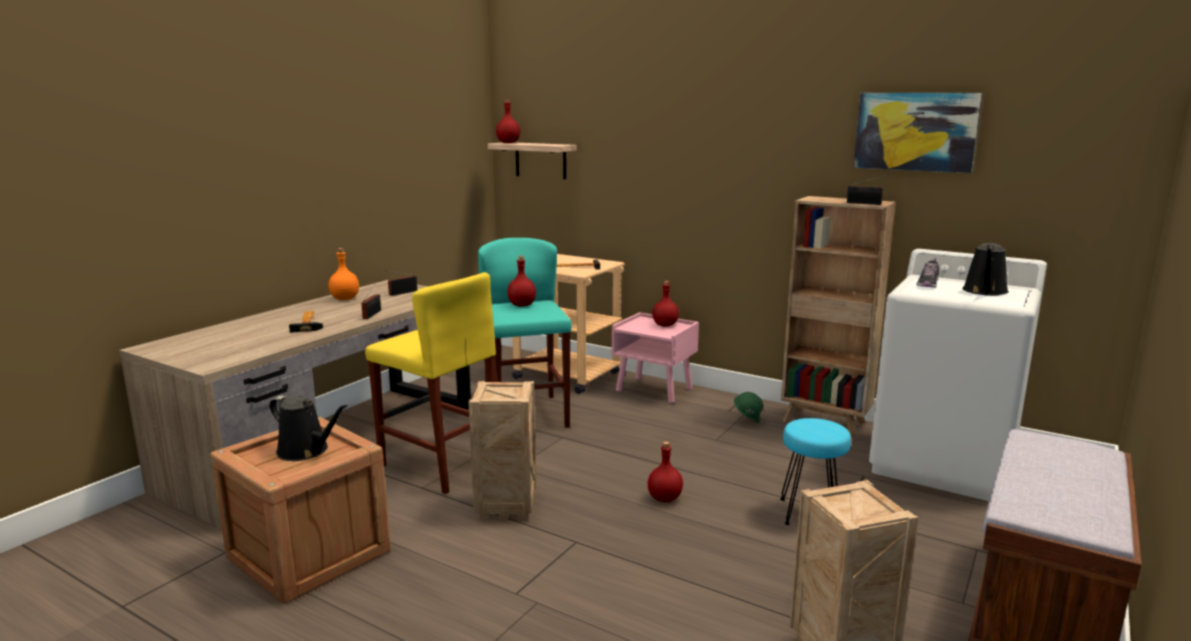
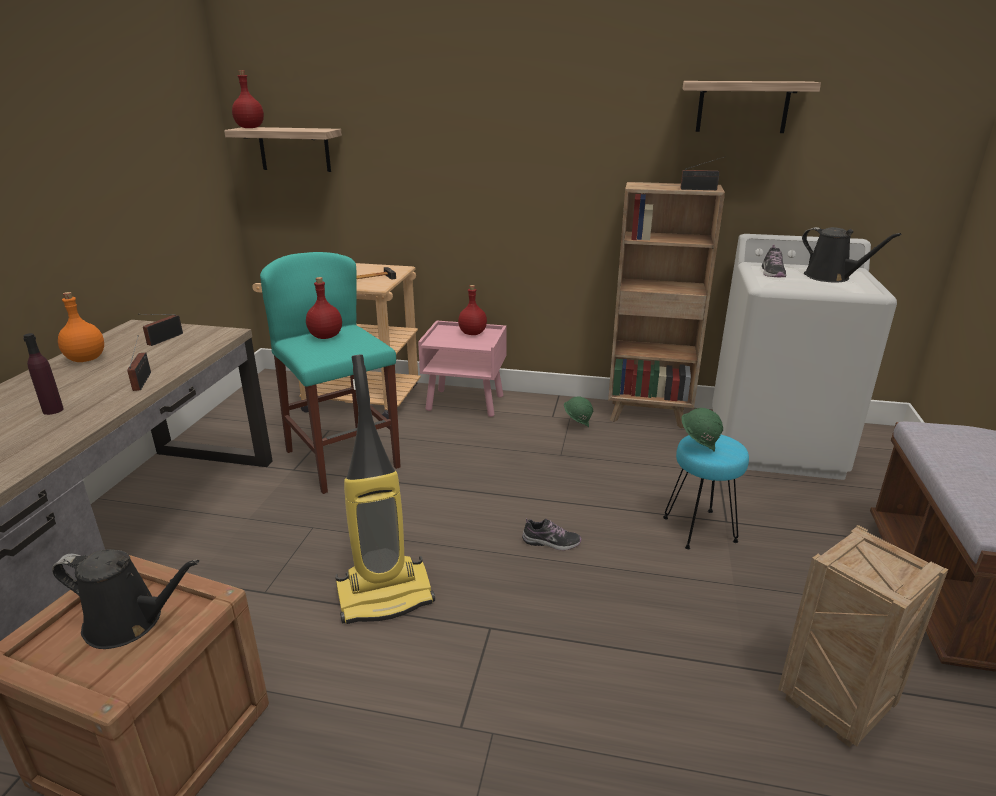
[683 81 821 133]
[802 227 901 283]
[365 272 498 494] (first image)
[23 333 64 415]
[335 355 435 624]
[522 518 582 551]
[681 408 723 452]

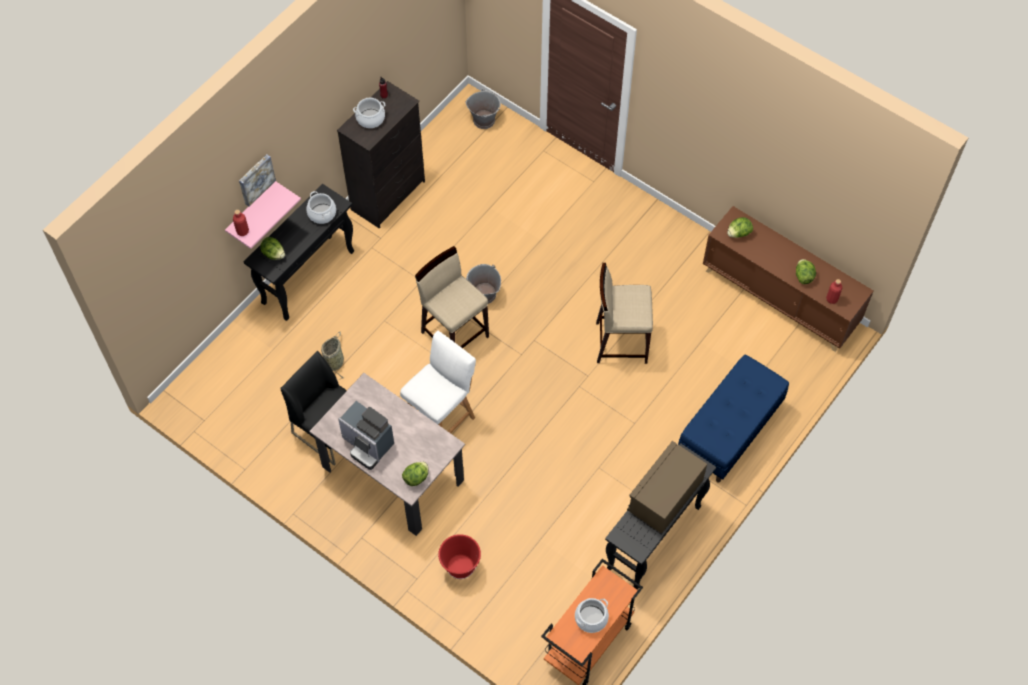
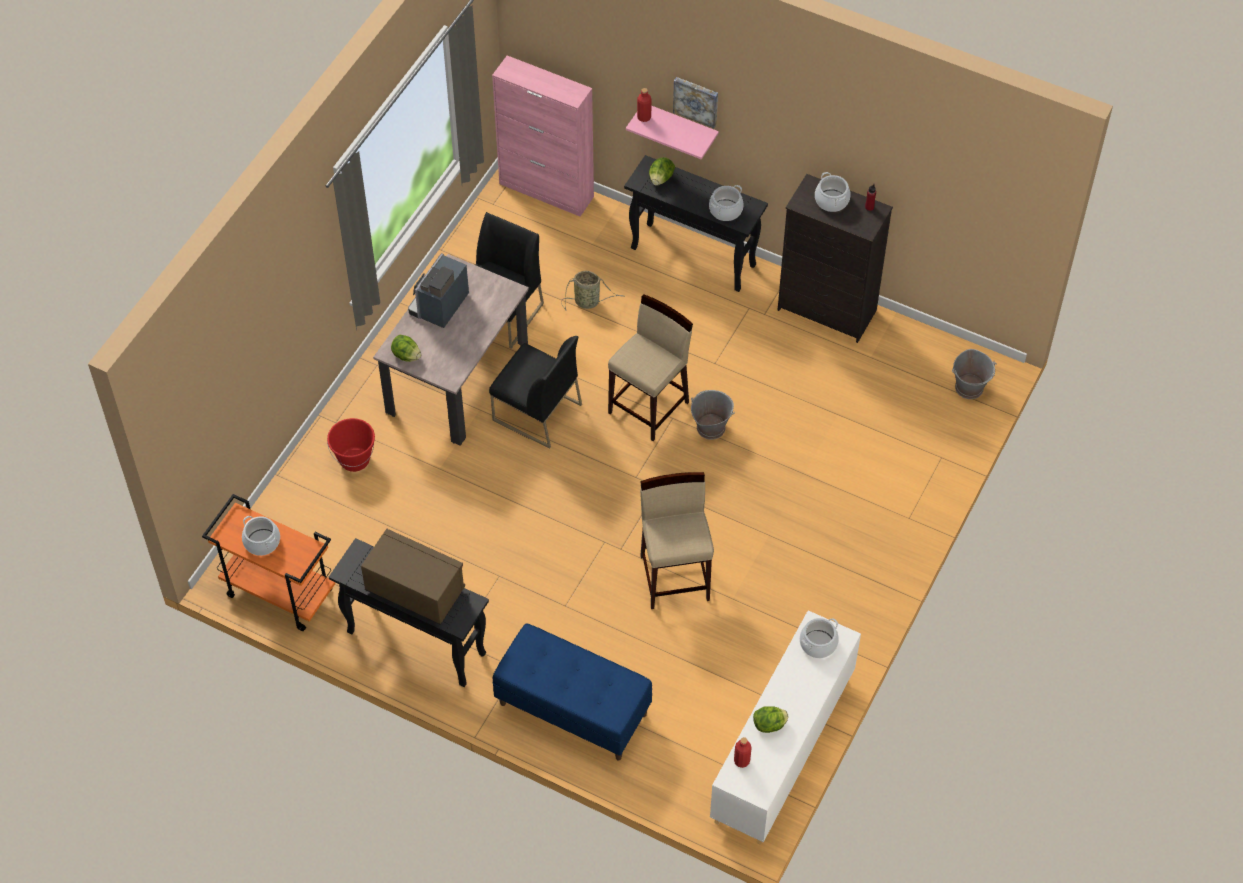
[710 610 861 845]
[800 618 839 658]
[489 336 582 449]
[492 55 594 216]

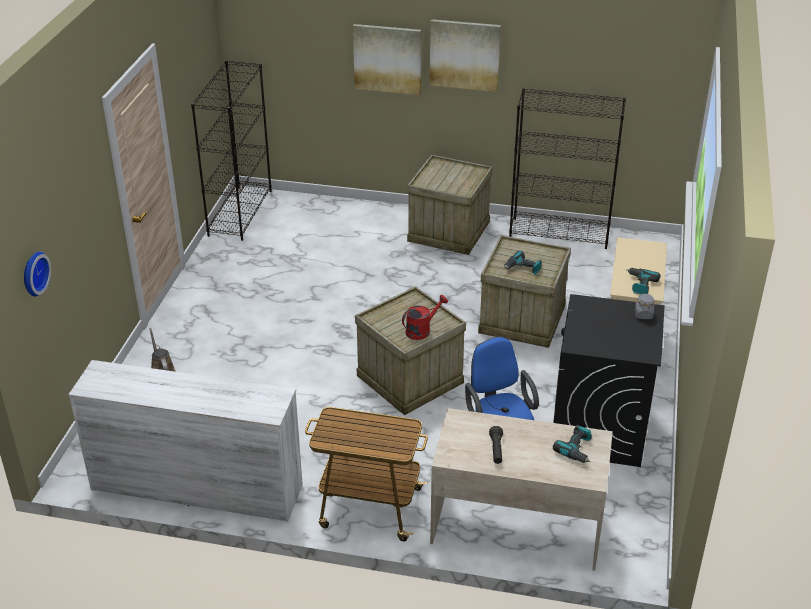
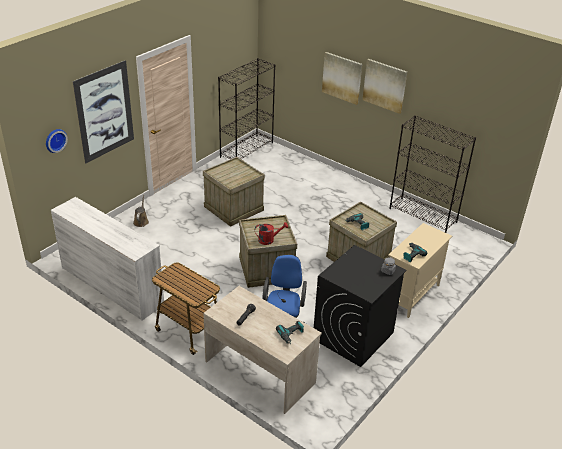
[203 157 265 227]
[73 60 134 163]

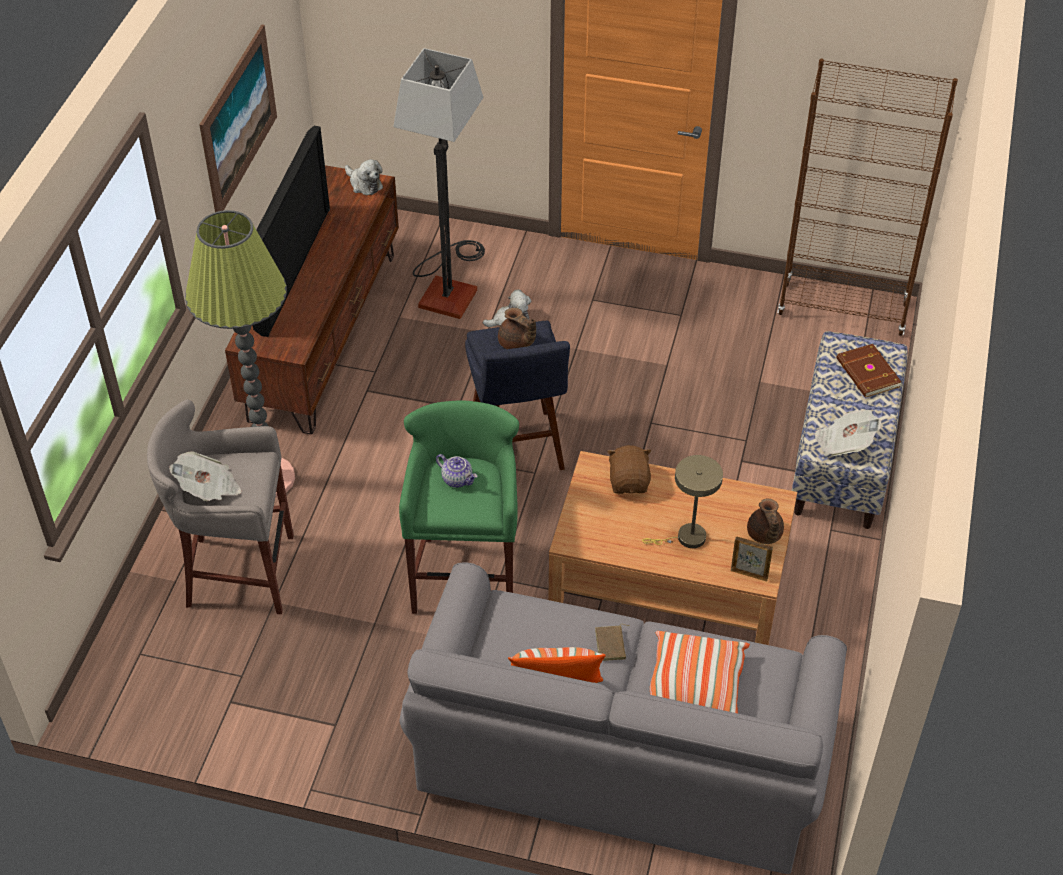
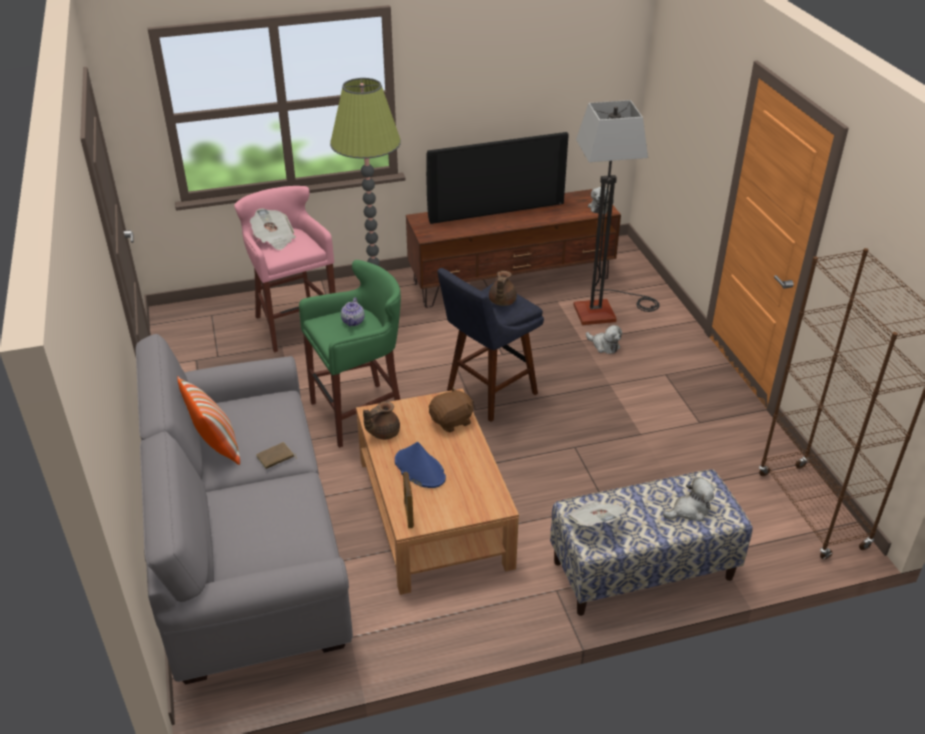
[199 24 277 212] (first image)
[663 477 715 522]
[234 186 336 352]
[395 442 446 488]
[363 401 400 440]
[650 631 750 713] (first image)

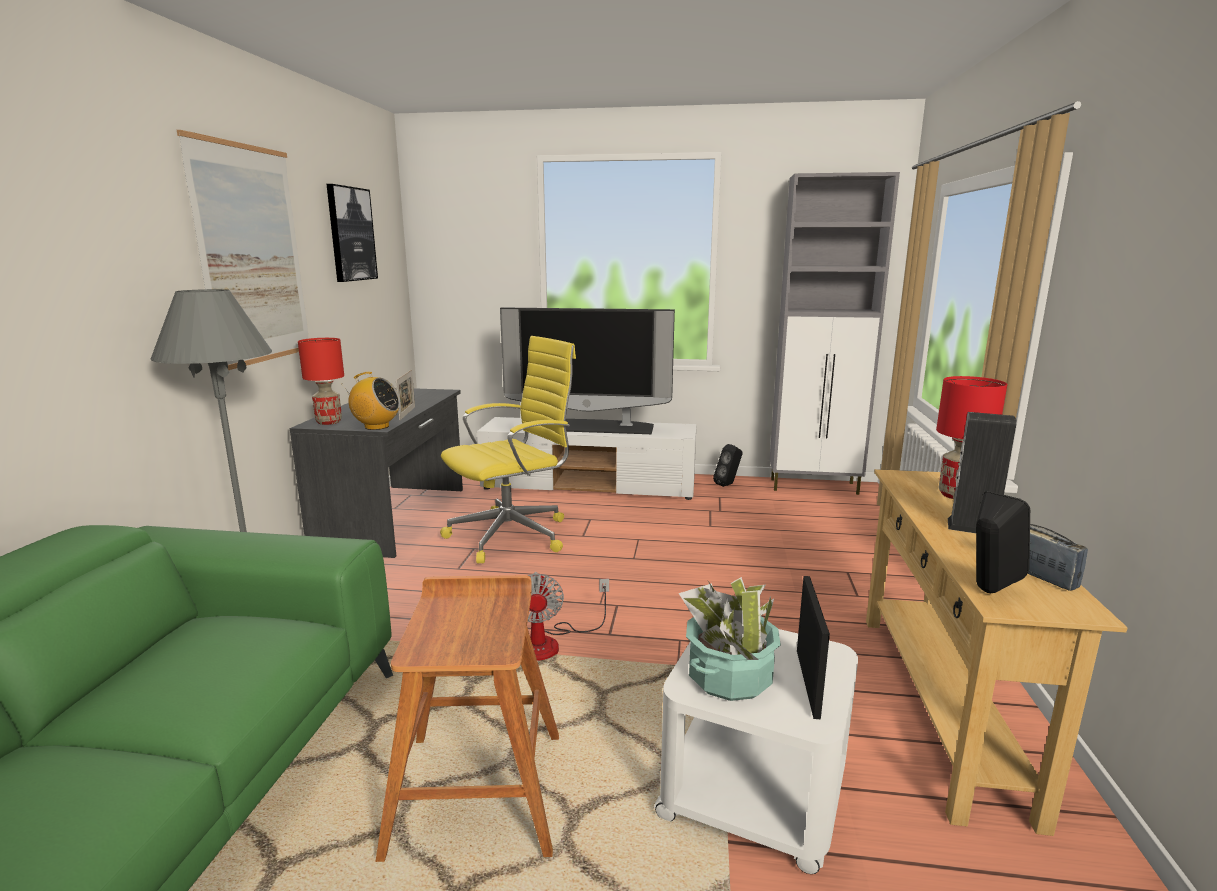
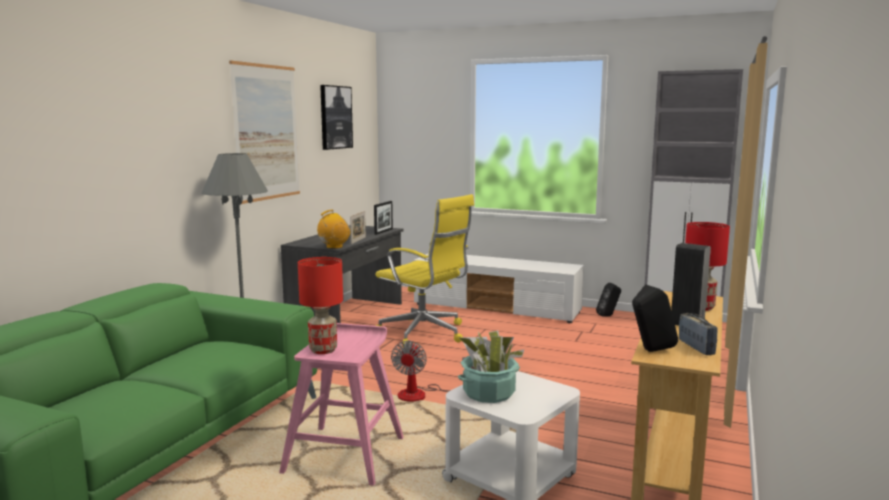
[500 307 675 434] (first image)
[375 194 474 348]
[298 257 343 354]
[317 210 351 249]
[279 323 404 486]
[374 201 393 235]

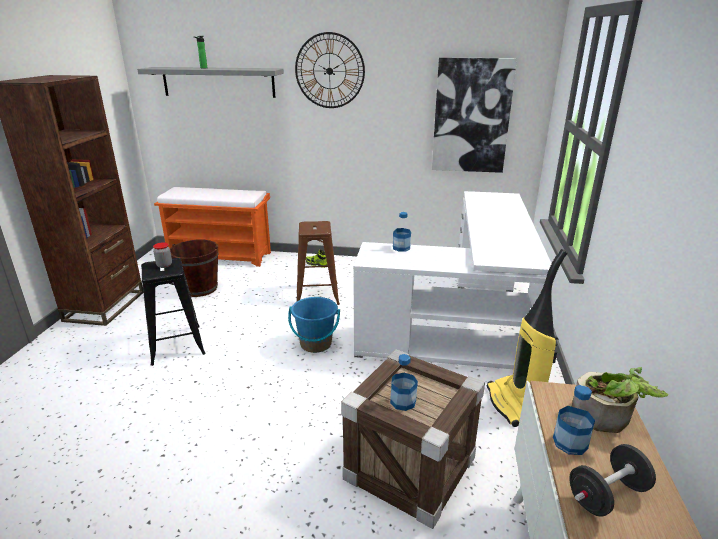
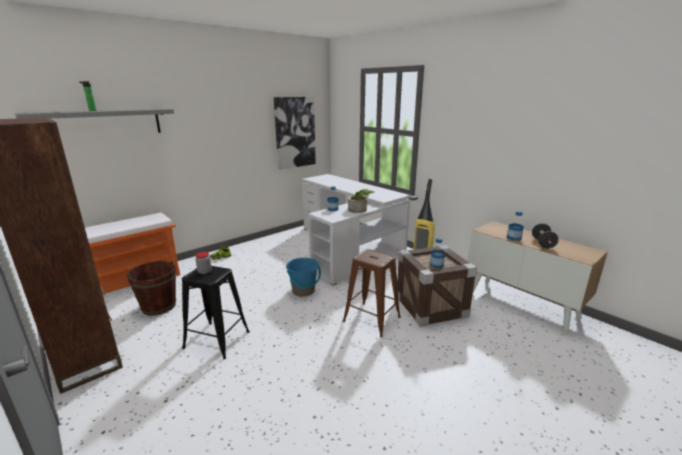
[295 32 365 108] (first image)
[343 249 401 338]
[348 189 374 213]

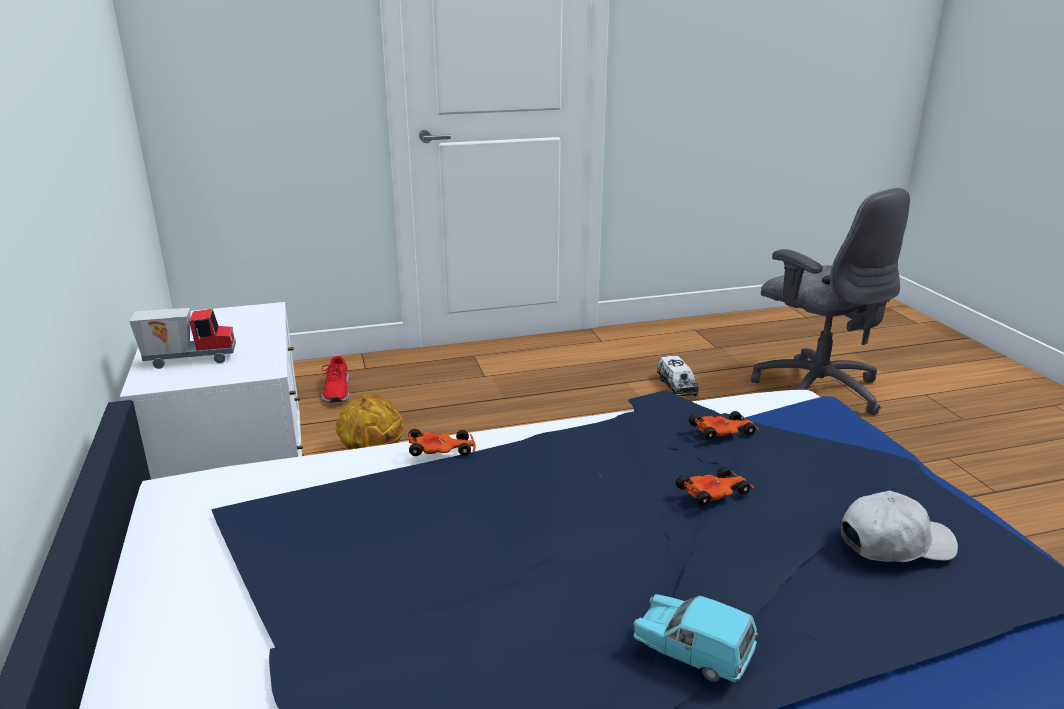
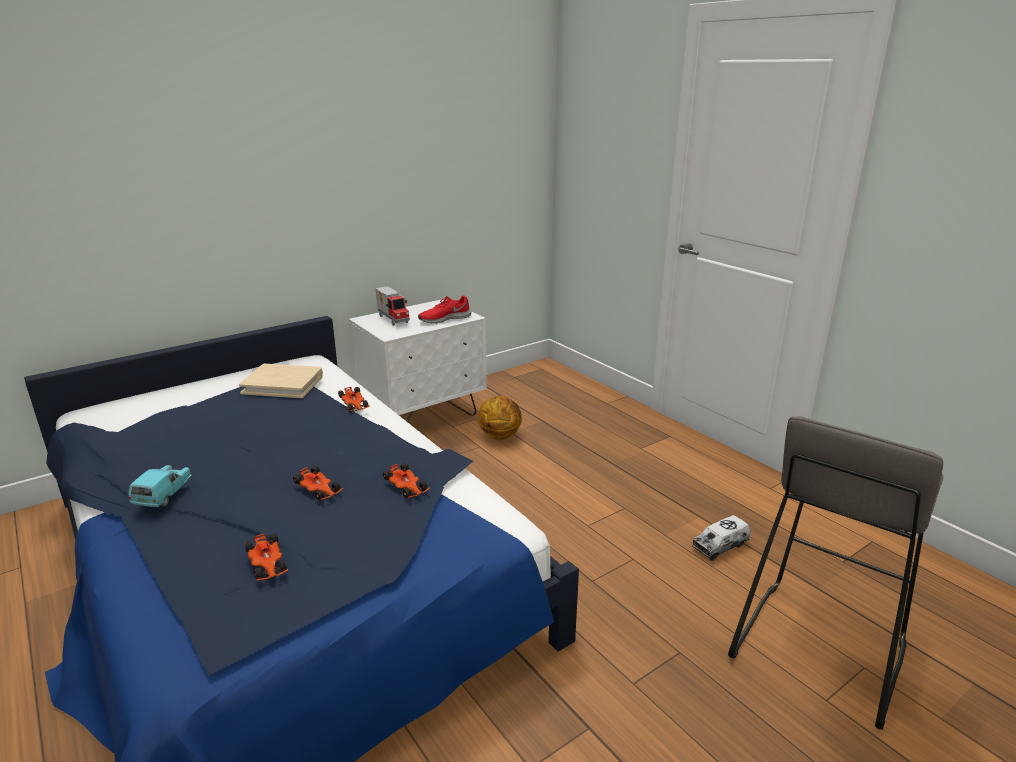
[728 416 944 730]
[418 296 471 323]
[244 533 288 581]
[239 364 323 398]

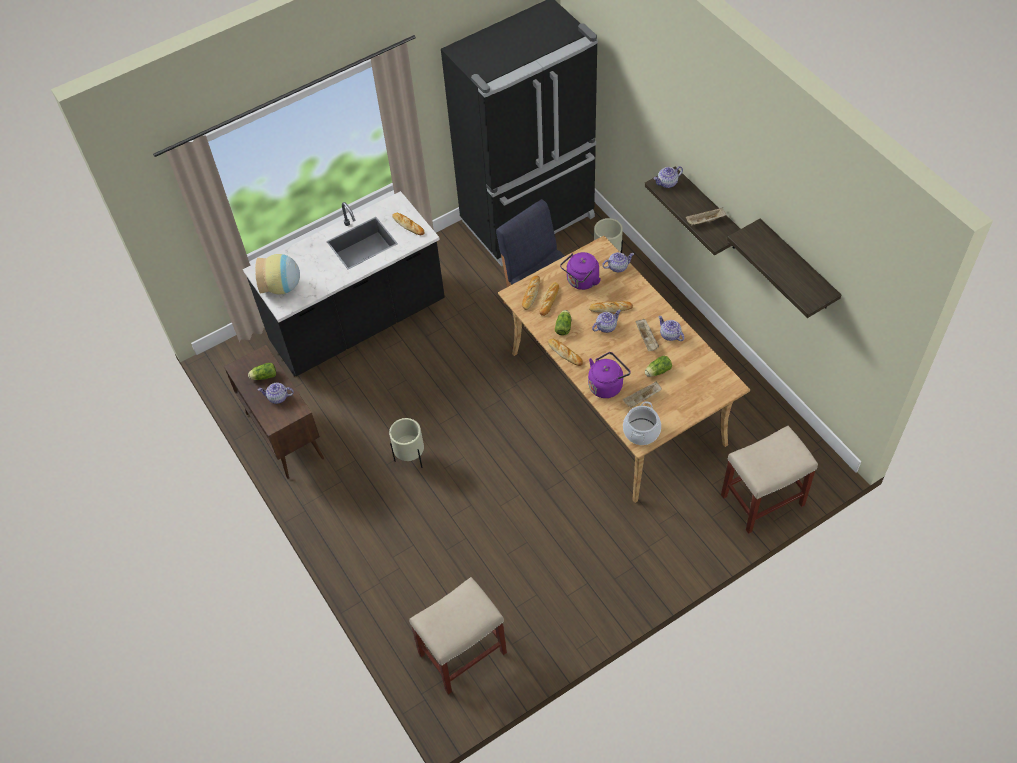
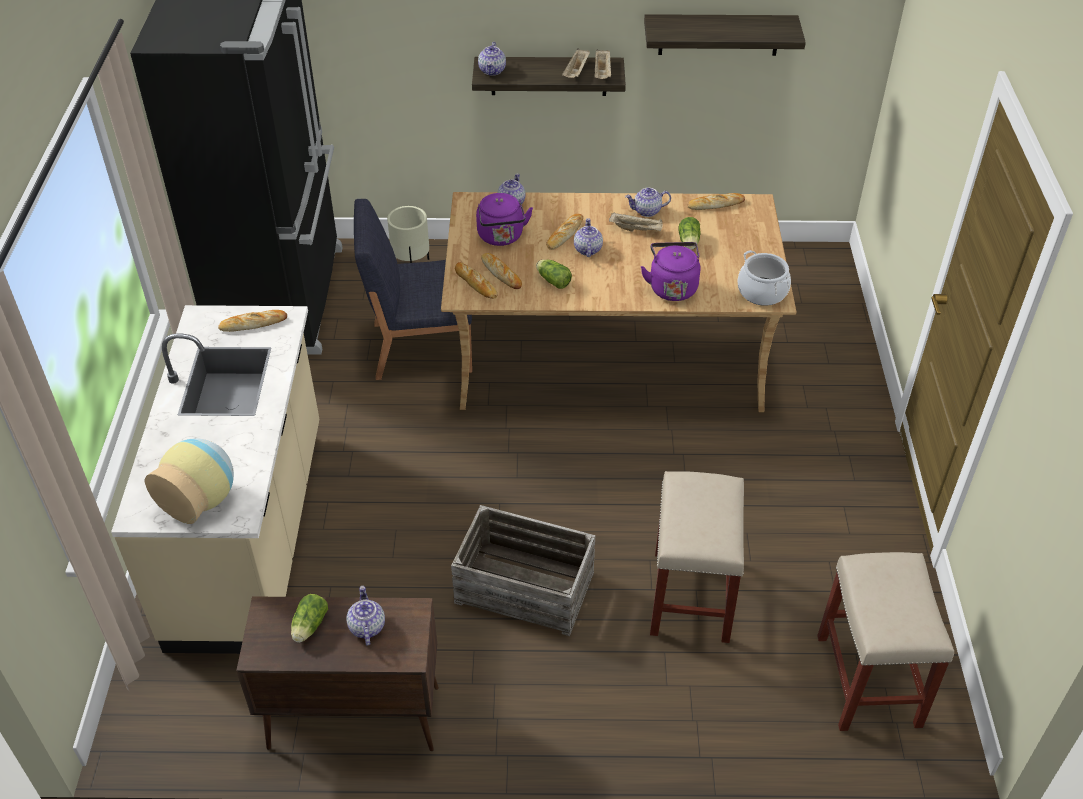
[111 305 319 654]
[688 193 745 210]
[595 49 611 79]
[346 586 385 646]
[451 505 595 636]
[650 471 744 643]

